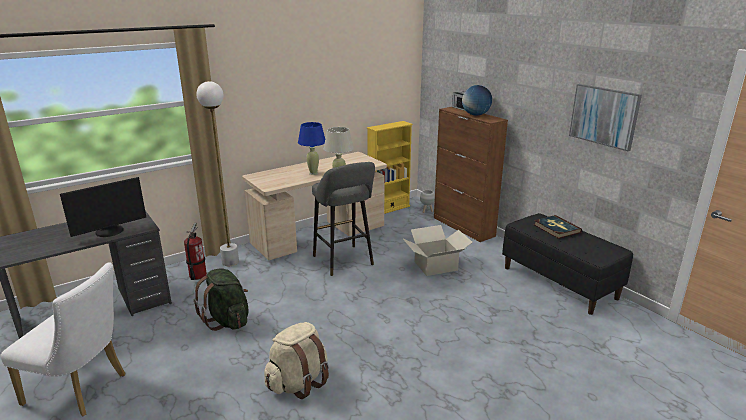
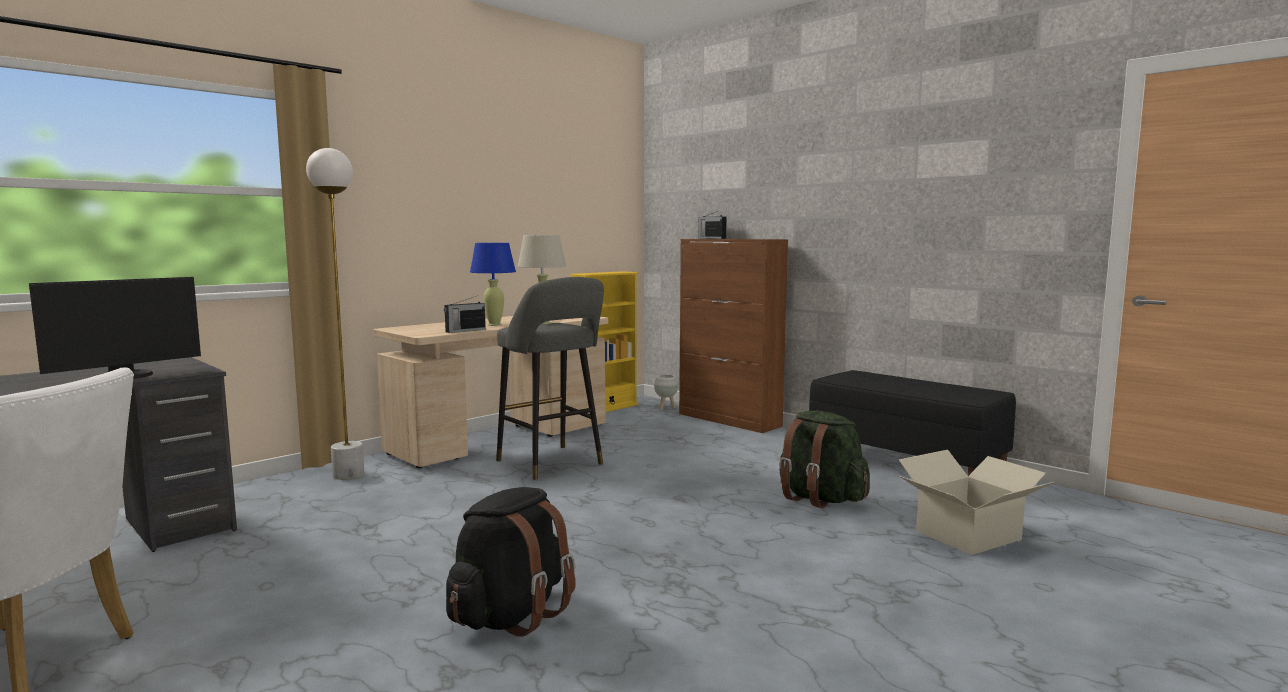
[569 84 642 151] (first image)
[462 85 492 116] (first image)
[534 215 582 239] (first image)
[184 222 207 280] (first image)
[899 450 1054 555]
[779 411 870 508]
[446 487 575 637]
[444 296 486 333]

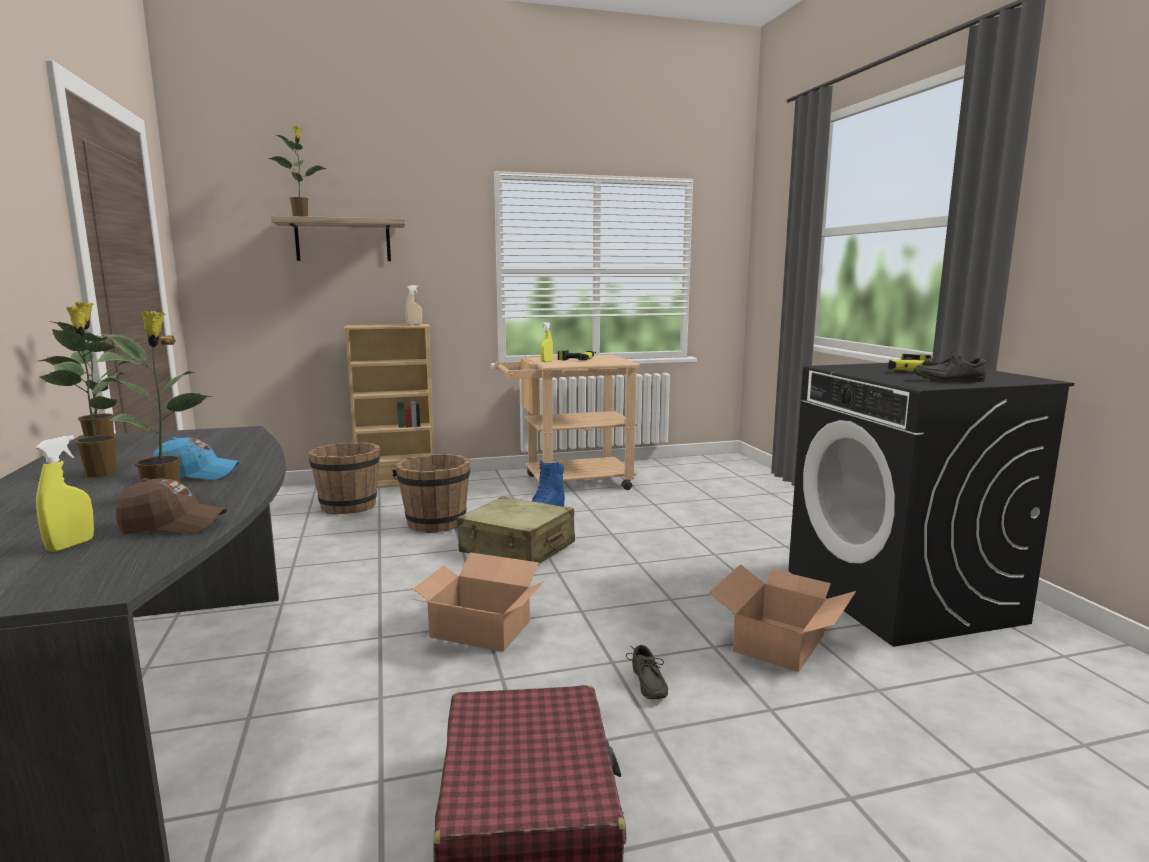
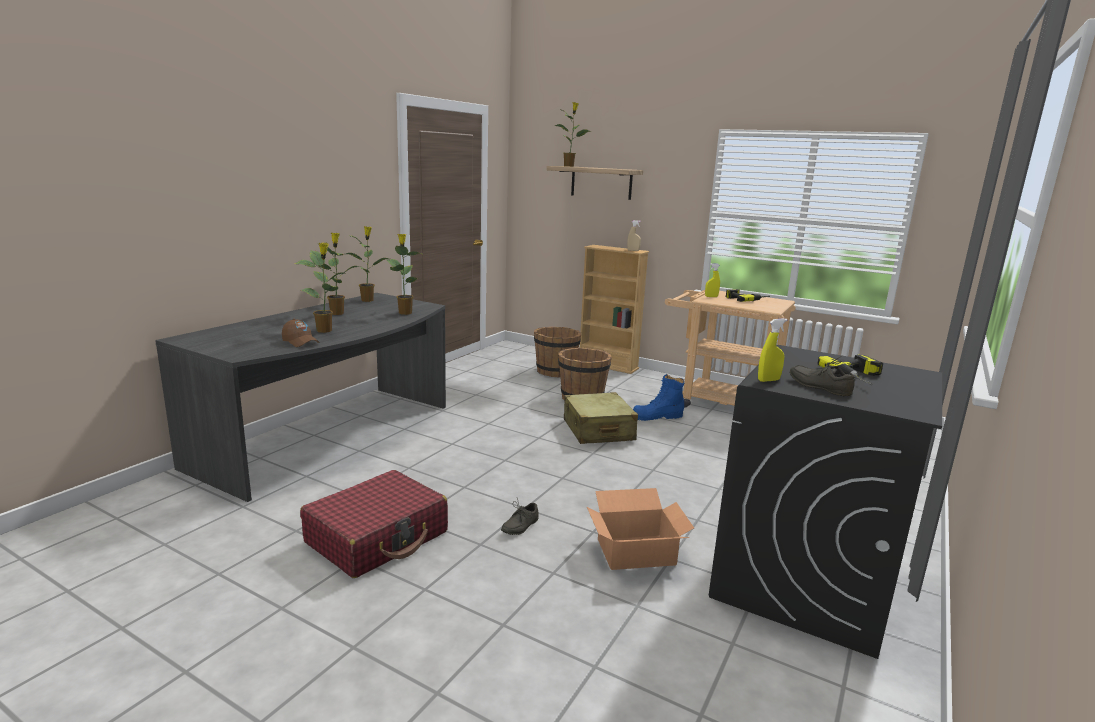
[758 318 787 382]
[153 437 240 480] (first image)
[412 552 545 652] (first image)
[387 234 422 315]

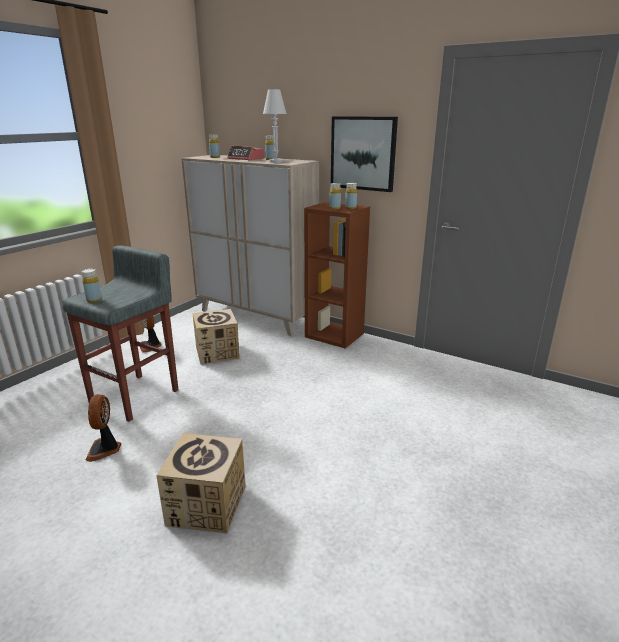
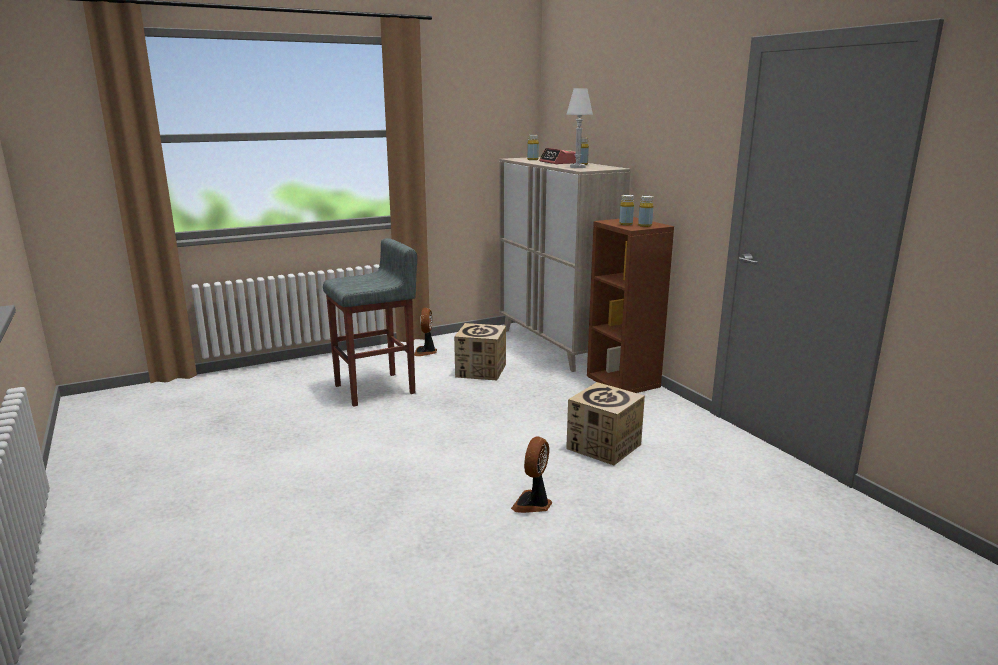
[331 116 398 192] (first image)
[82 269 102 302] (first image)
[511 436 552 513]
[566 382 645 465]

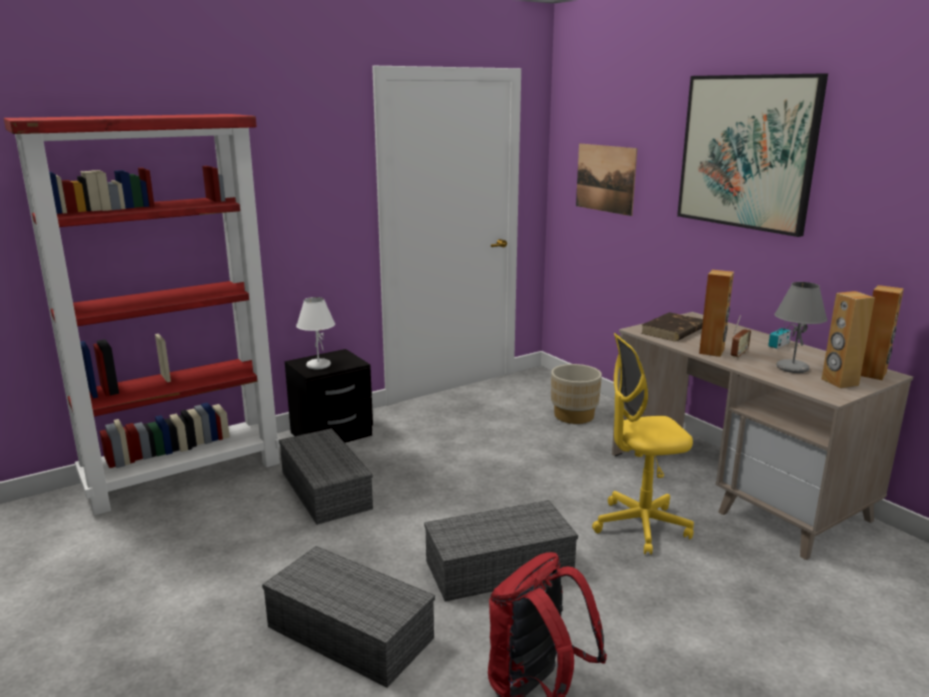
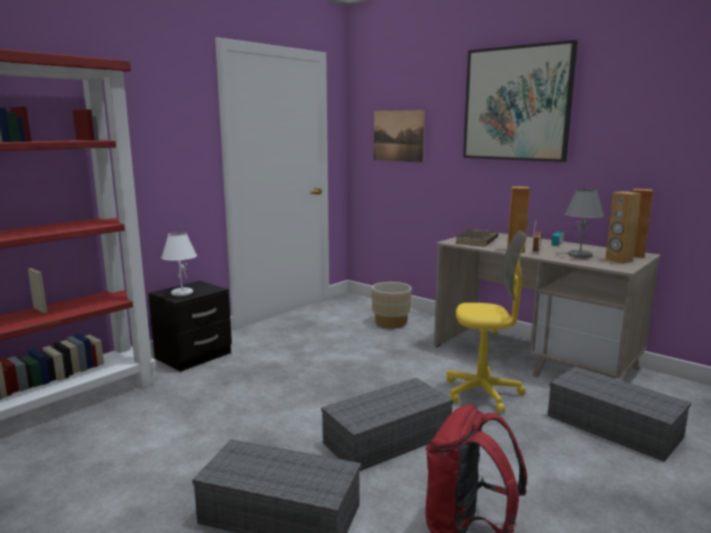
[446 231 528 413]
[548 366 691 462]

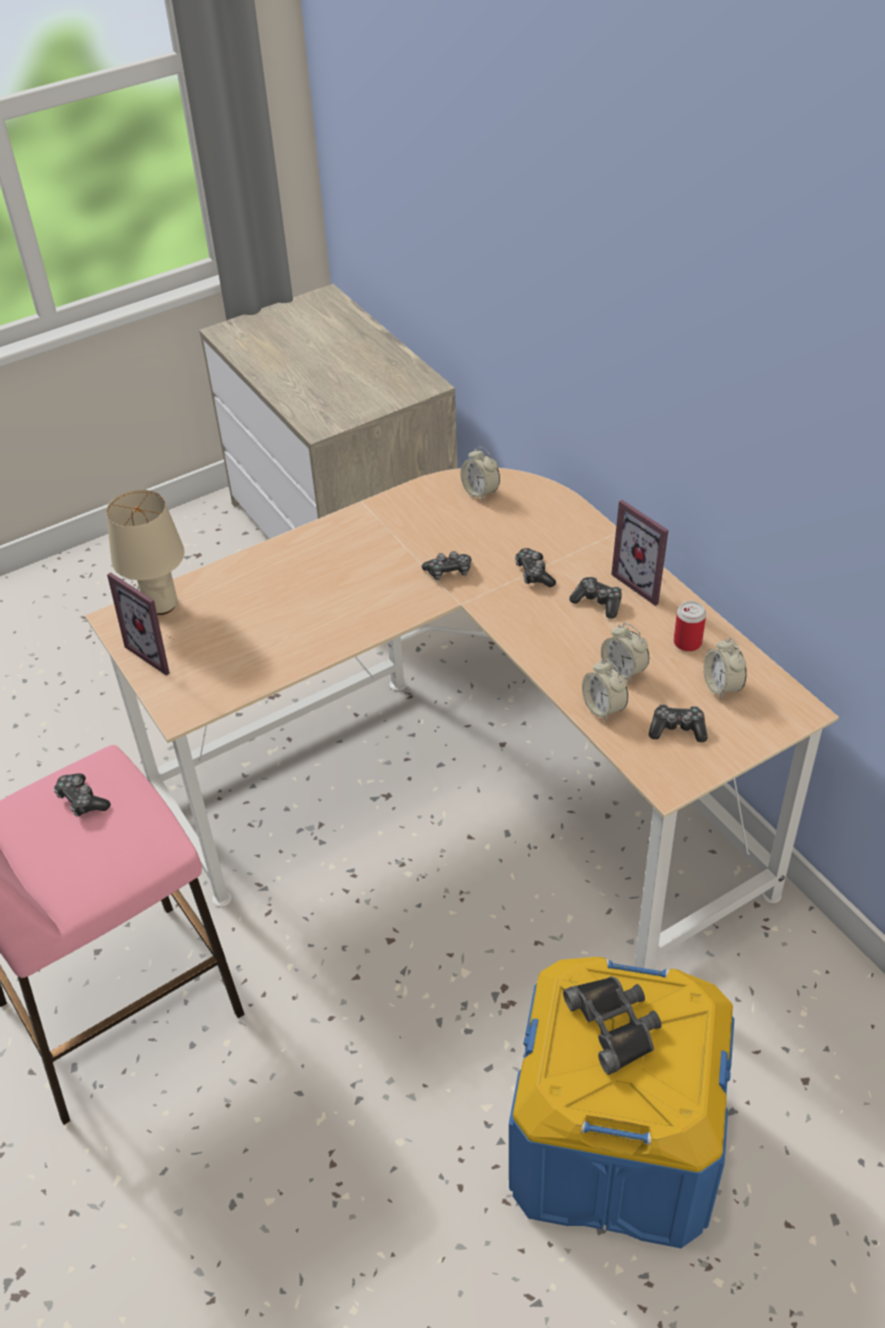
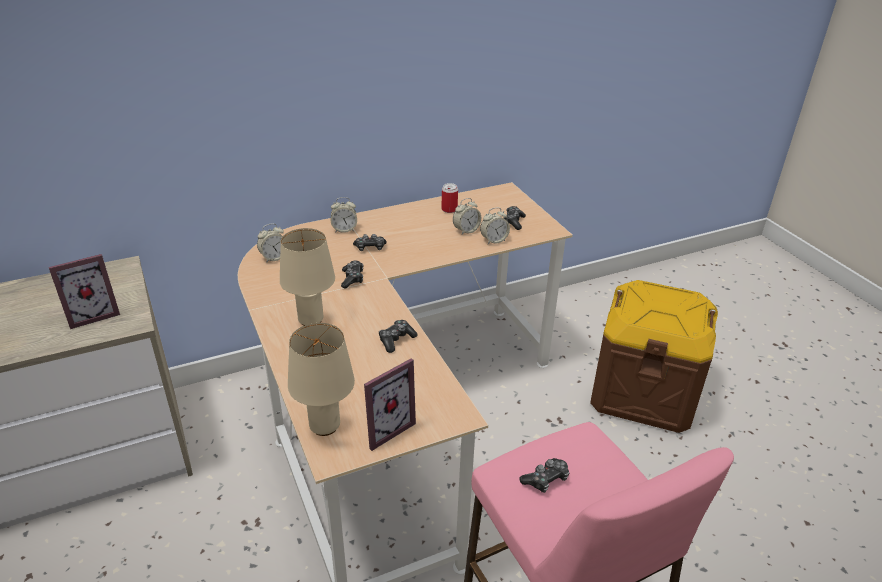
[49 254 120 329]
[379 320 418 353]
[330 197 357 233]
[590 280 718 433]
[563 976 661 1075] (first image)
[280 228 335 326]

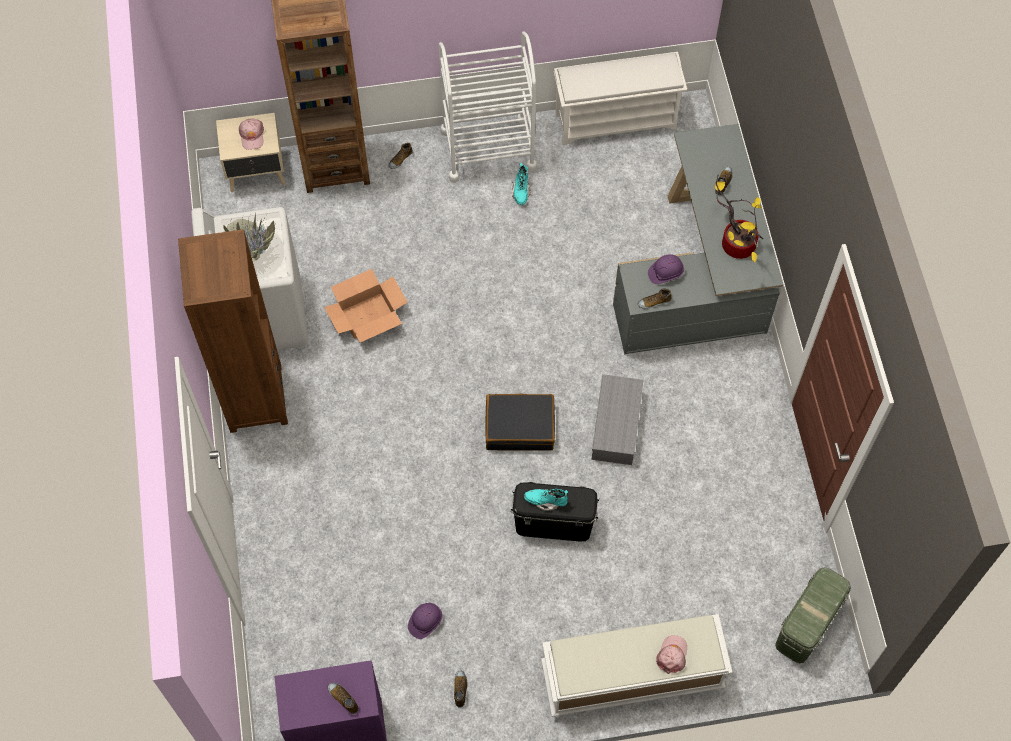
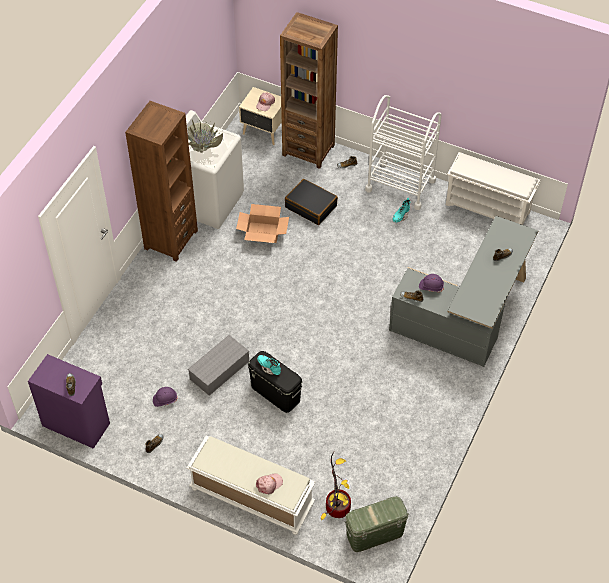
[321 452 351 520]
[188 335 249 396]
[285 179 338 225]

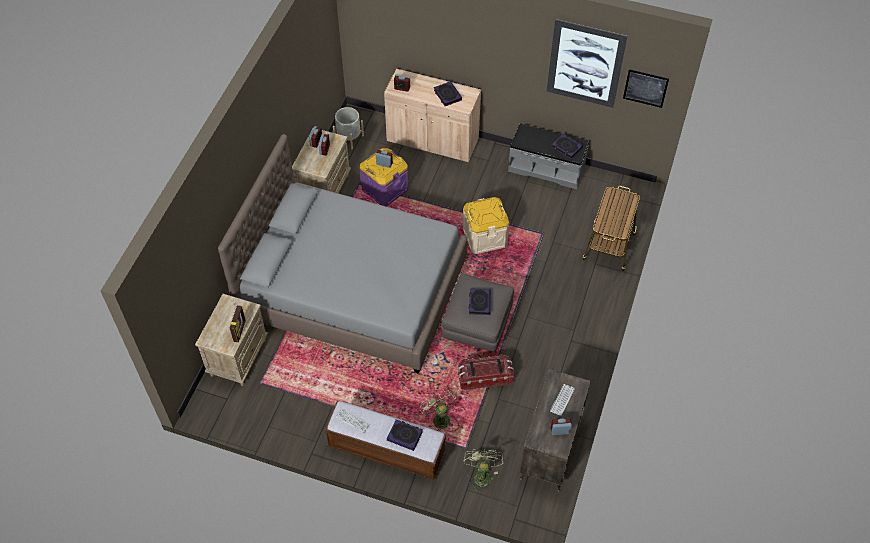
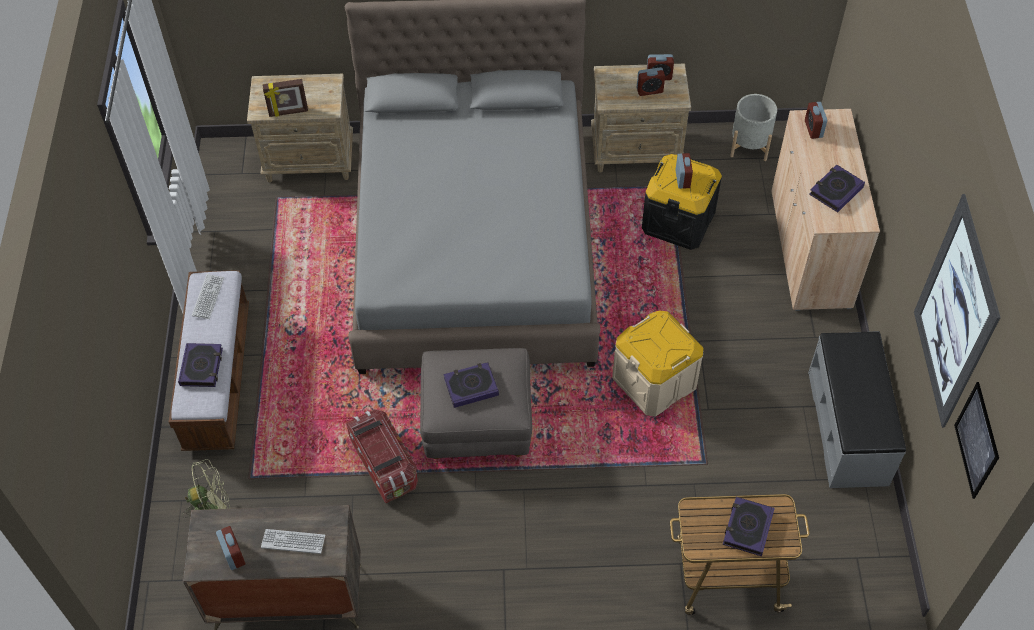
[722 497 775 556]
[642 154 722 250]
[420 389 456 433] (first image)

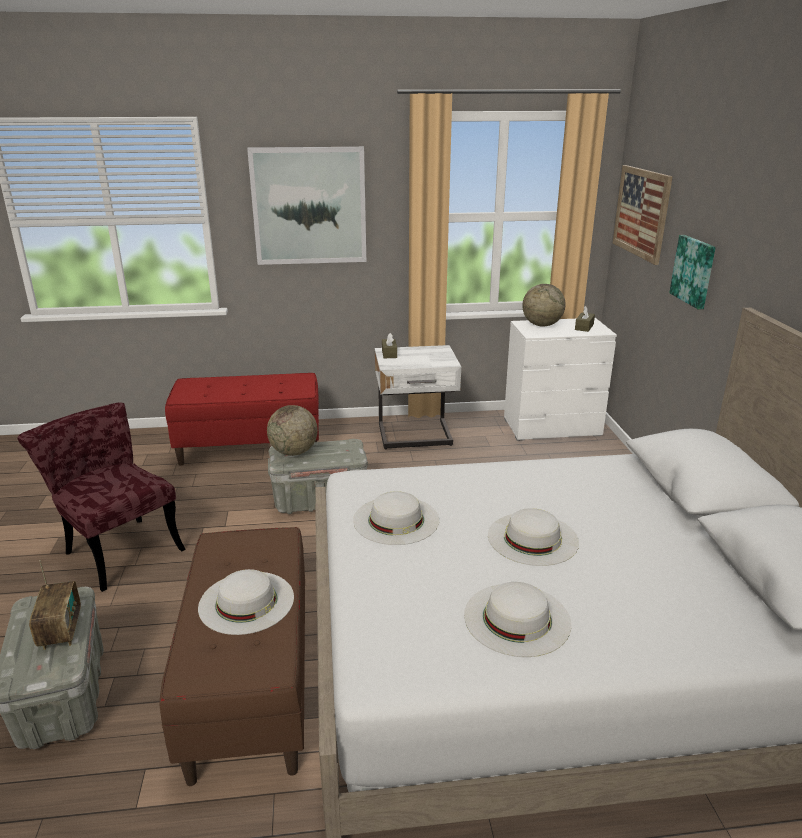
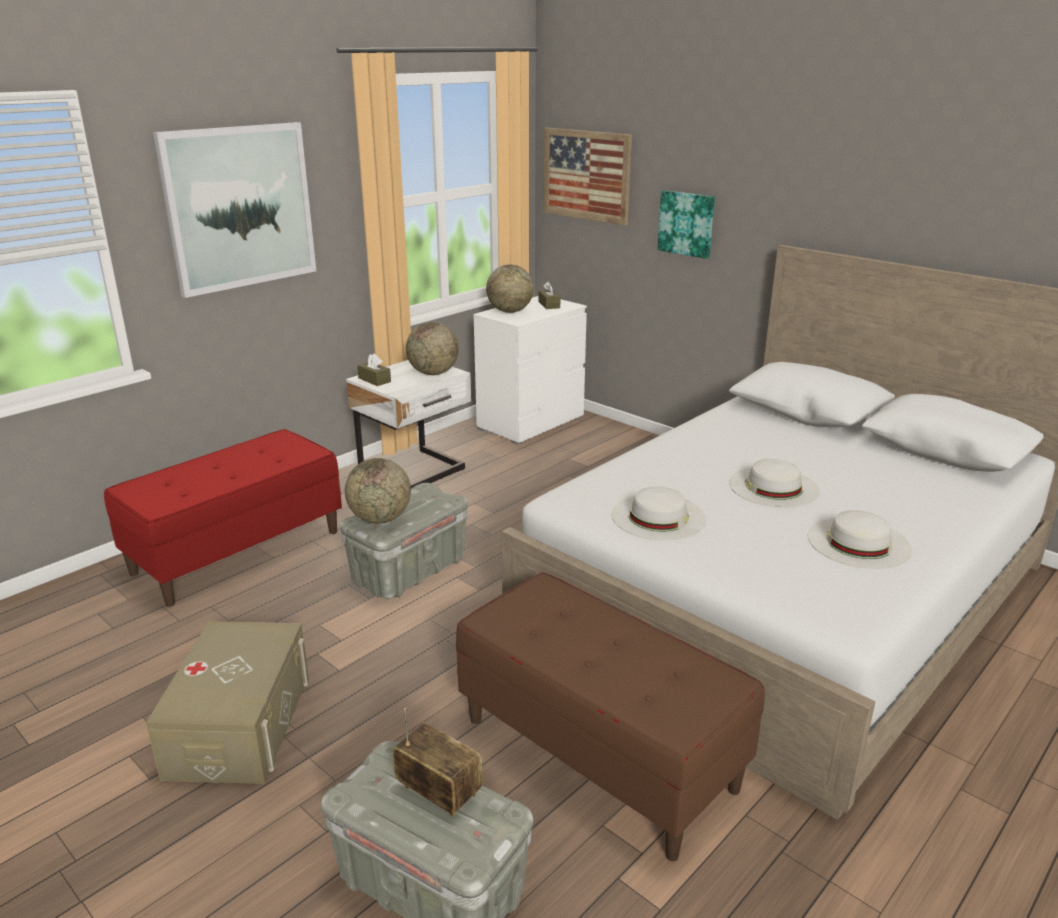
[146 621 310 784]
[198 569 294 635] (first image)
[406 322 459 375]

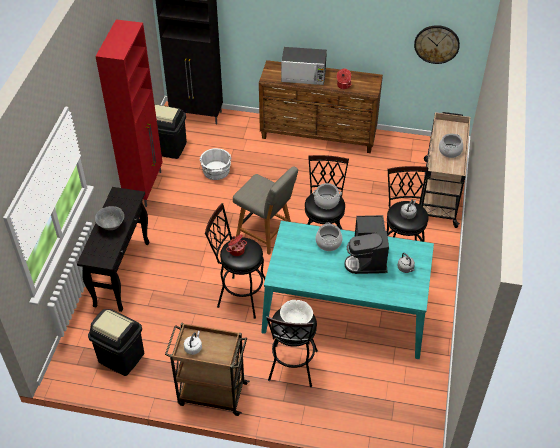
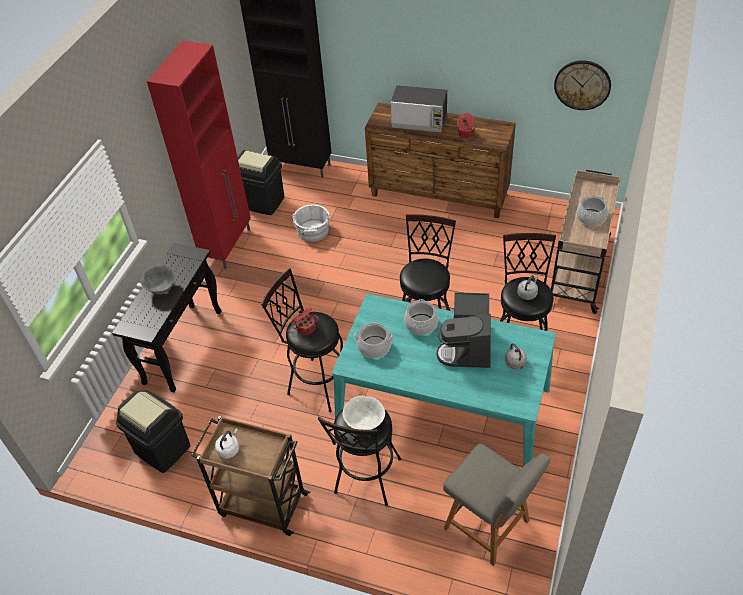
[443 444 551 566]
[355 323 393 358]

